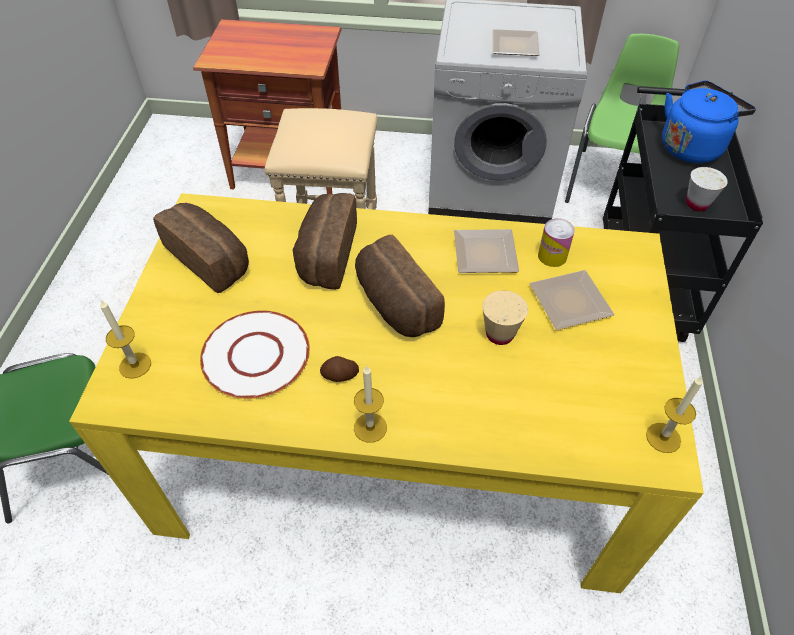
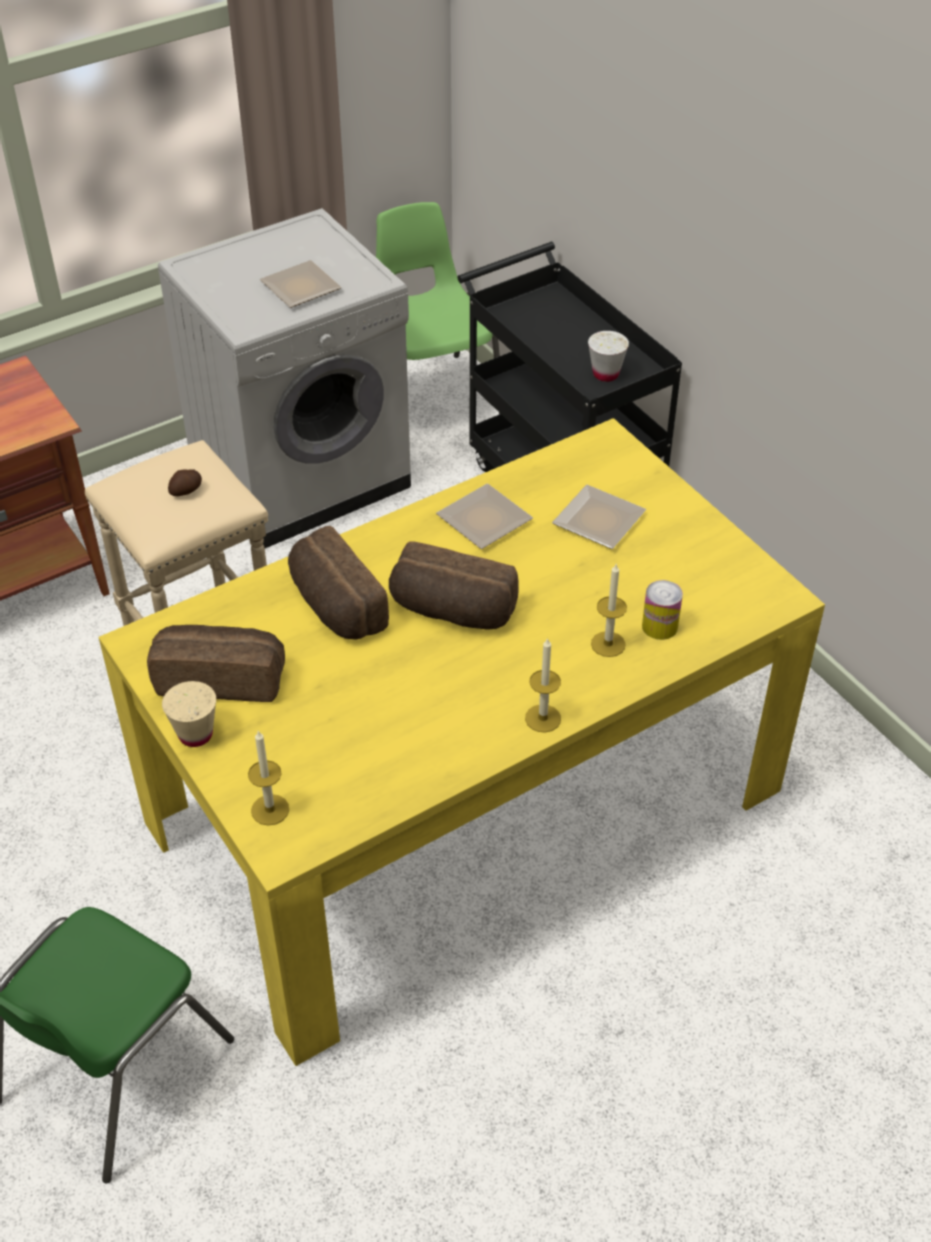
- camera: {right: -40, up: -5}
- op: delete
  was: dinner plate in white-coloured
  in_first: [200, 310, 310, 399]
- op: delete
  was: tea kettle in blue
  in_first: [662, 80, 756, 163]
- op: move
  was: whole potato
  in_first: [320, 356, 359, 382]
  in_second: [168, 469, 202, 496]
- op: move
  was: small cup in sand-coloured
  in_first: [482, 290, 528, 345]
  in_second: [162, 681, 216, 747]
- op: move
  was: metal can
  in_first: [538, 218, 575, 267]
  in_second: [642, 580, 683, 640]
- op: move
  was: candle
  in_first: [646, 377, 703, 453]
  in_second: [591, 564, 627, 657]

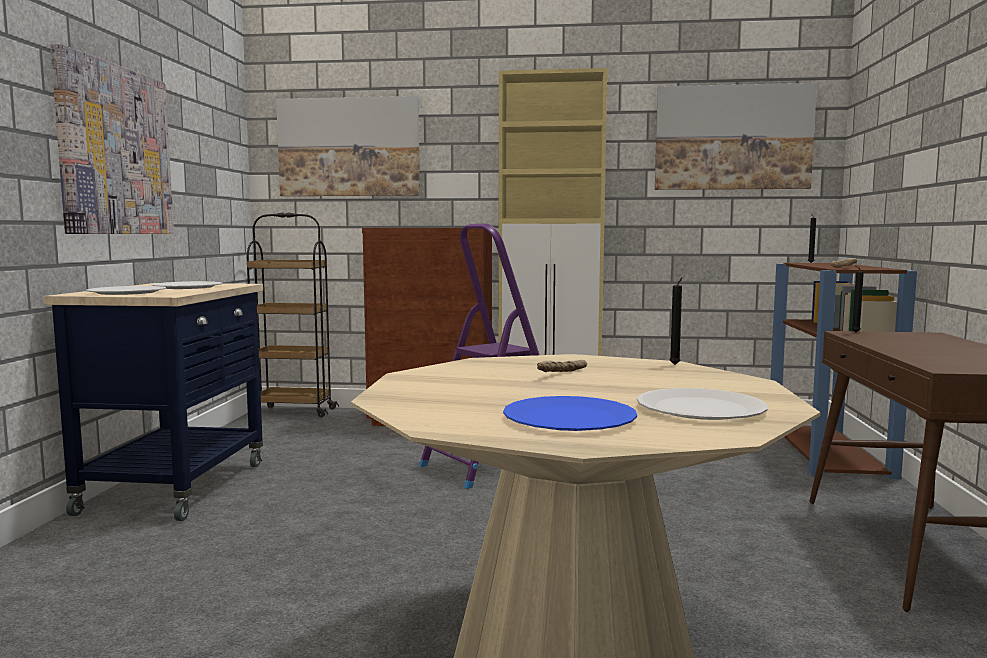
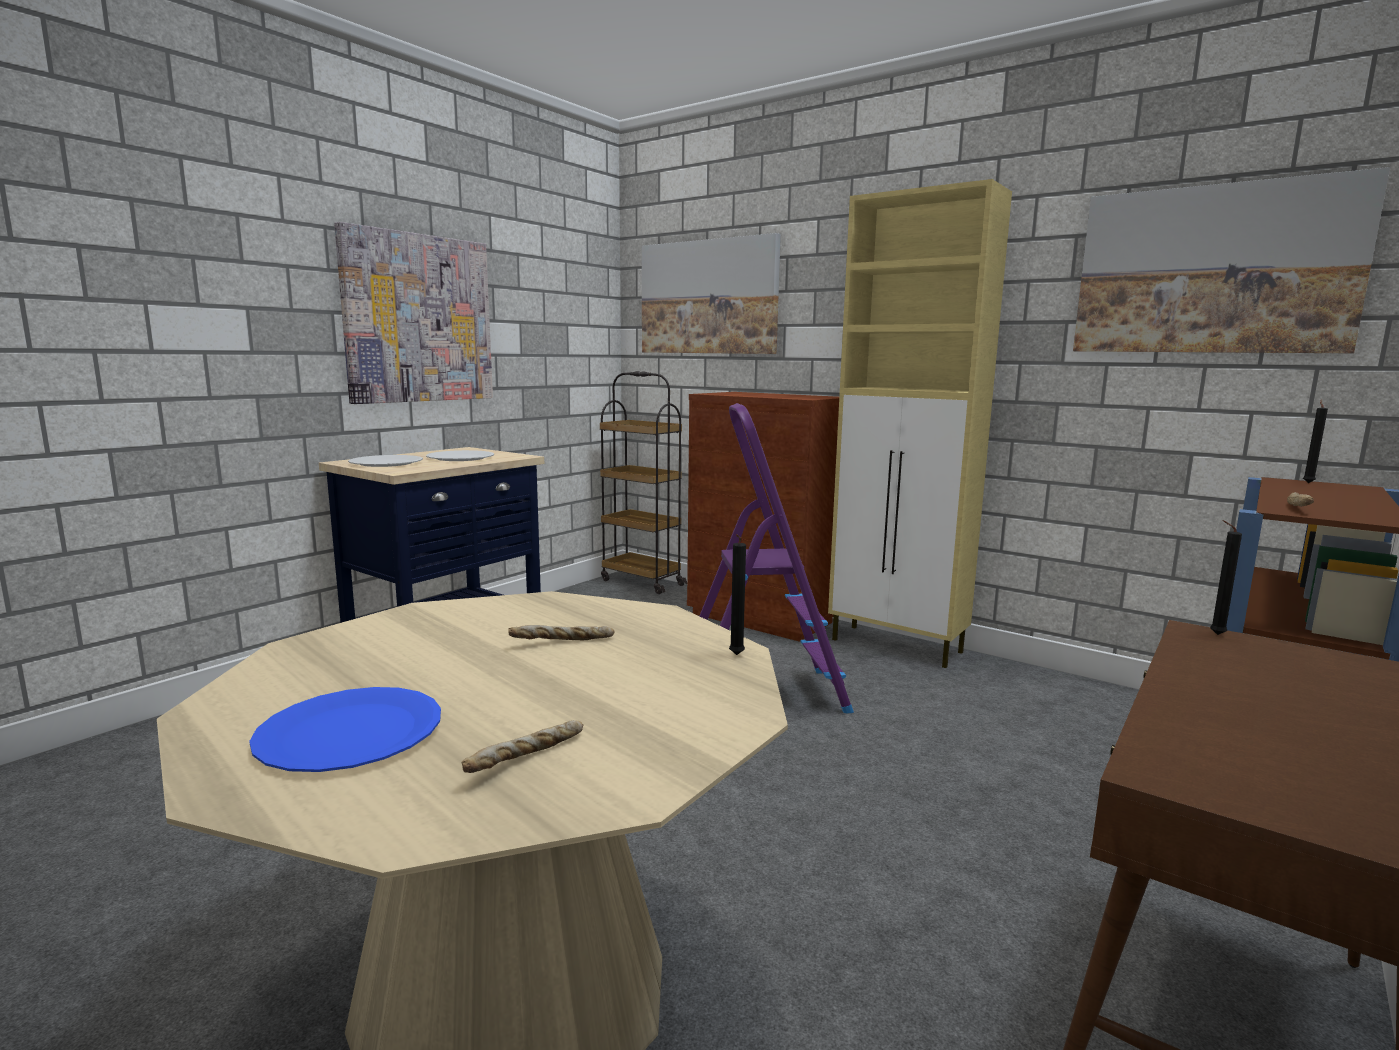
- camera: {right: 30, up: 5}
- op: replace
  was: dinner plate in white-coloured
  now: bakery bread
  in_first: [637, 388, 768, 420]
  in_second: [462, 720, 584, 773]

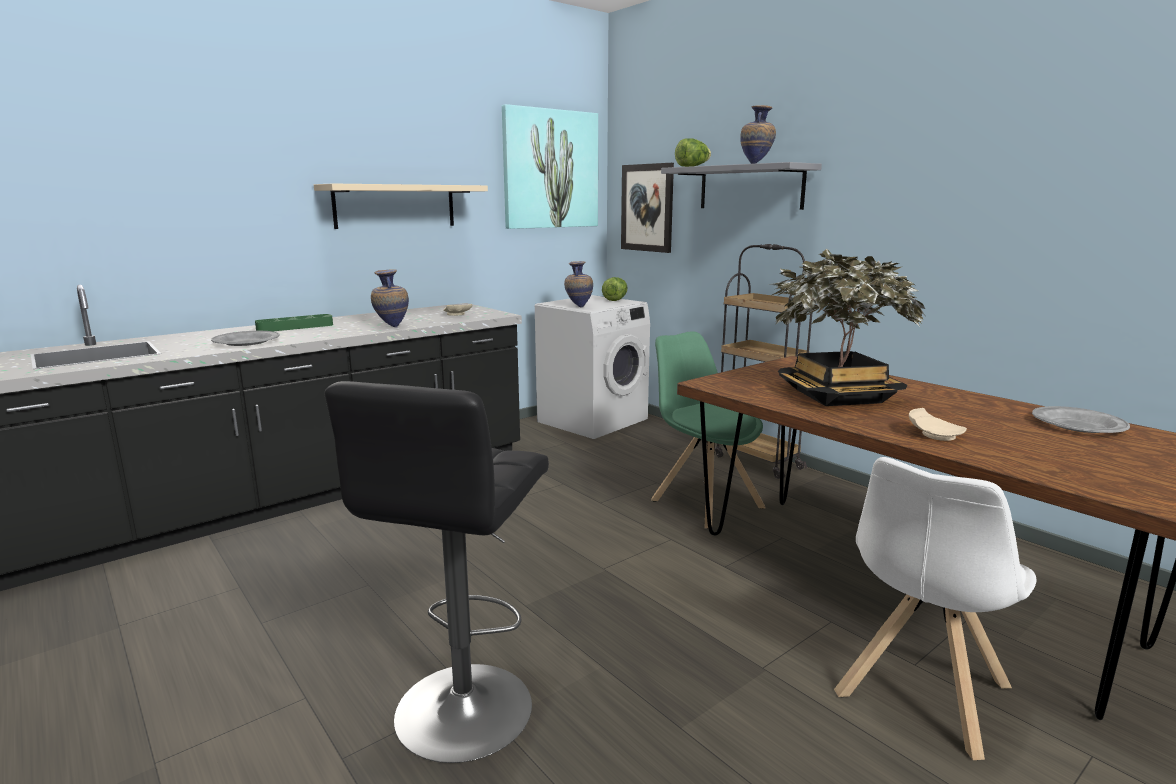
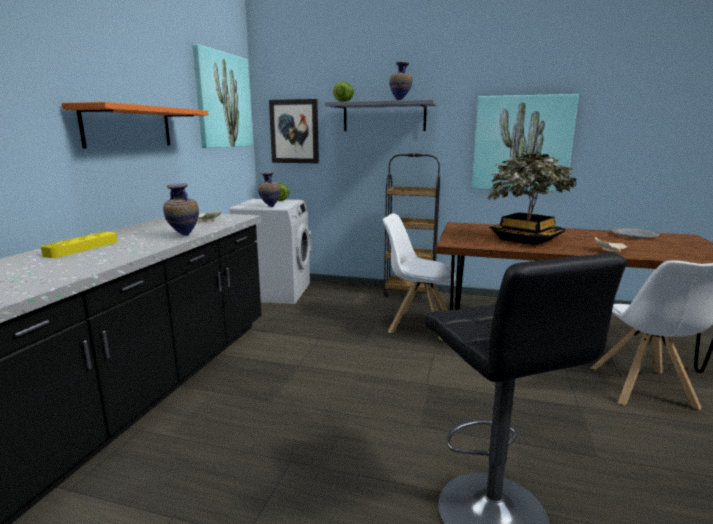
- camera: {right: -35, up: 0}
- op: delete
  was: dinner plate in greyish
  in_first: [211, 331, 280, 346]
- op: insert
  now: picture
  in_second: [472, 94, 579, 192]
- op: recolor
  was: serving tray in greenish
  now: serving tray in yellow-coloured
  in_first: [255, 314, 333, 331]
  in_second: [41, 232, 117, 258]
- op: recolor
  was: shelf in sand-coloured
  now: shelf in orange
  in_first: [314, 183, 488, 229]
  in_second: [62, 102, 208, 148]
- op: recolor
  was: plain chair in greenish
  now: plain chair in white-coloured
  in_first: [651, 331, 766, 529]
  in_second: [383, 213, 456, 341]

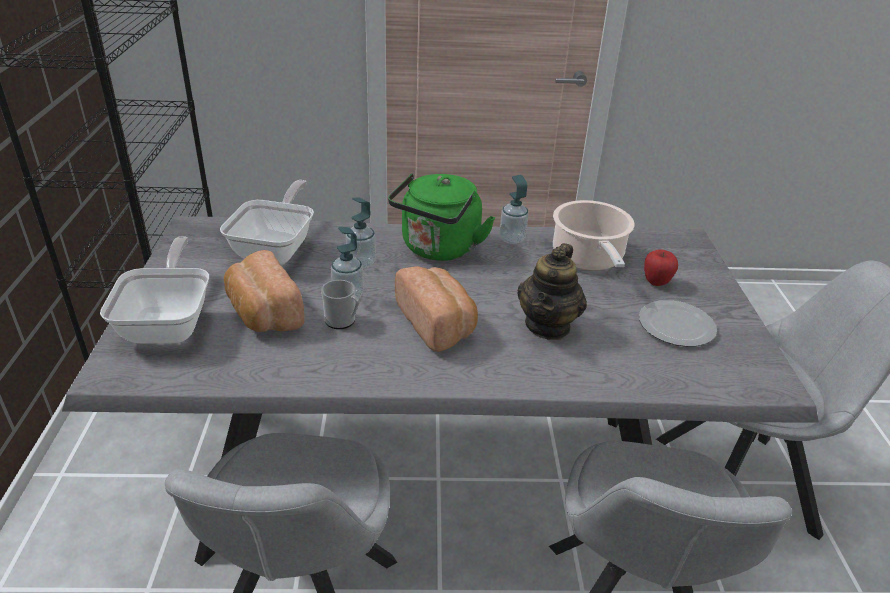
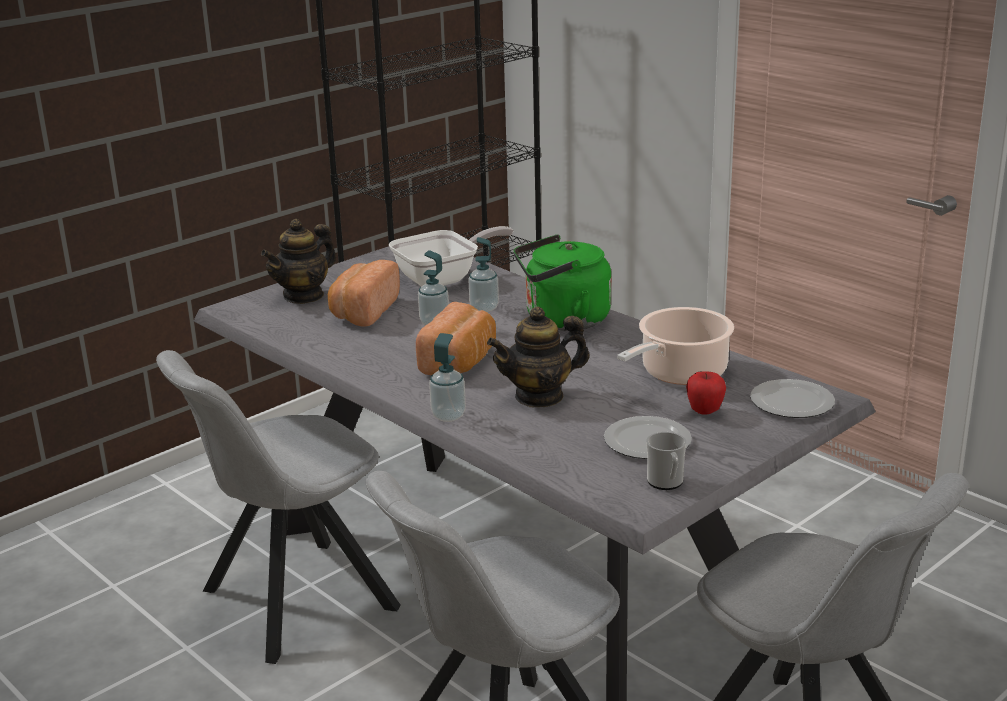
- camera: {right: 50, up: -10}
- op: insert
  now: dinner plate
  in_second: [750, 379, 835, 418]
- op: move
  was: mug
  in_first: [321, 280, 360, 329]
  in_second: [646, 432, 686, 490]
- op: move
  was: soap dispenser
  in_first: [500, 175, 529, 244]
  in_second: [429, 333, 466, 422]
- op: replace
  was: frying pan
  now: pot for tea
  in_first: [100, 236, 209, 344]
  in_second: [261, 219, 336, 304]

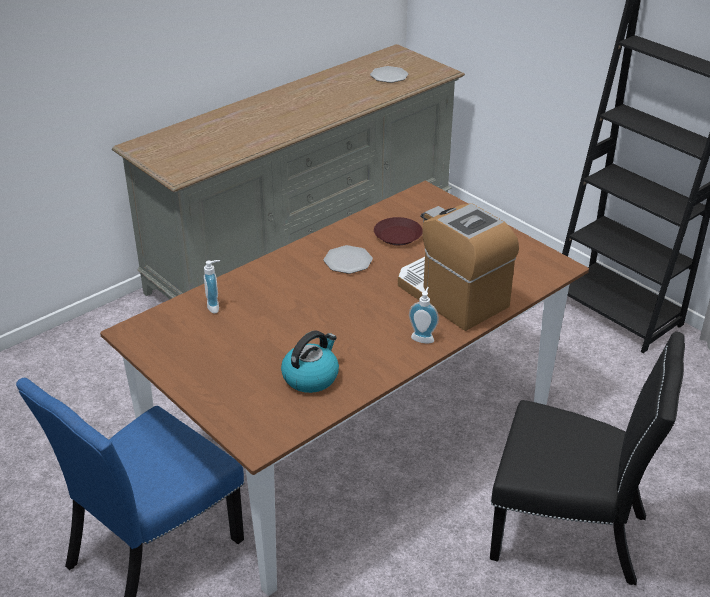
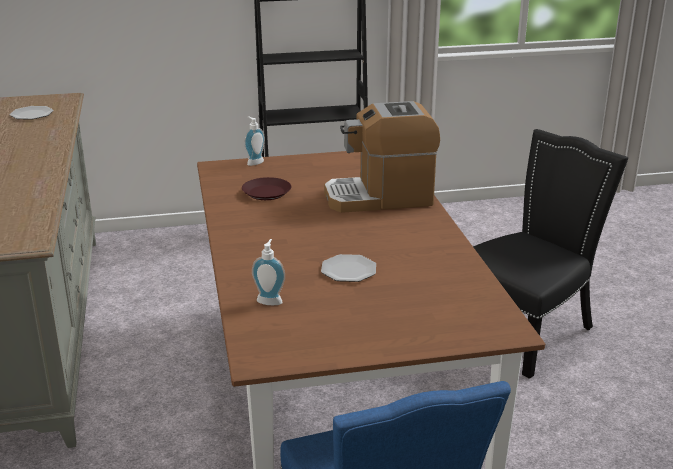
- camera: {right: -60, up: -10}
- op: delete
  was: tea kettle
  in_first: [281, 330, 339, 393]
- op: move
  was: dinner plate
  in_first: [323, 245, 373, 274]
  in_second: [321, 254, 376, 282]
- op: move
  was: soap dispenser
  in_first: [409, 287, 439, 343]
  in_second: [244, 116, 265, 166]

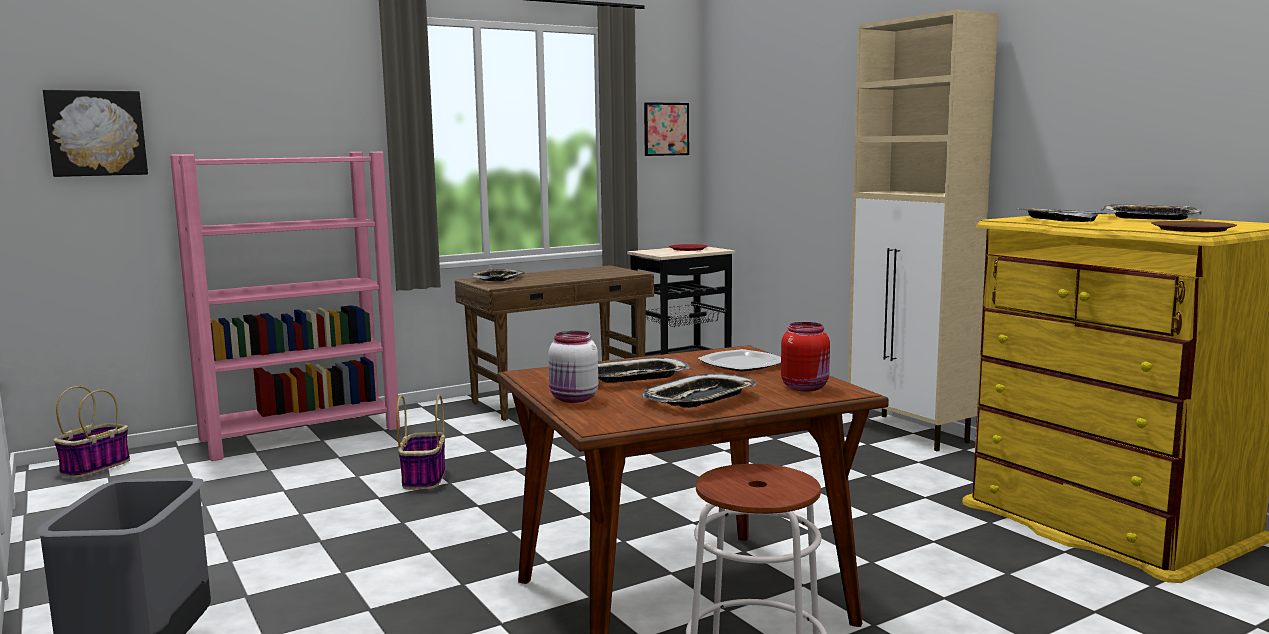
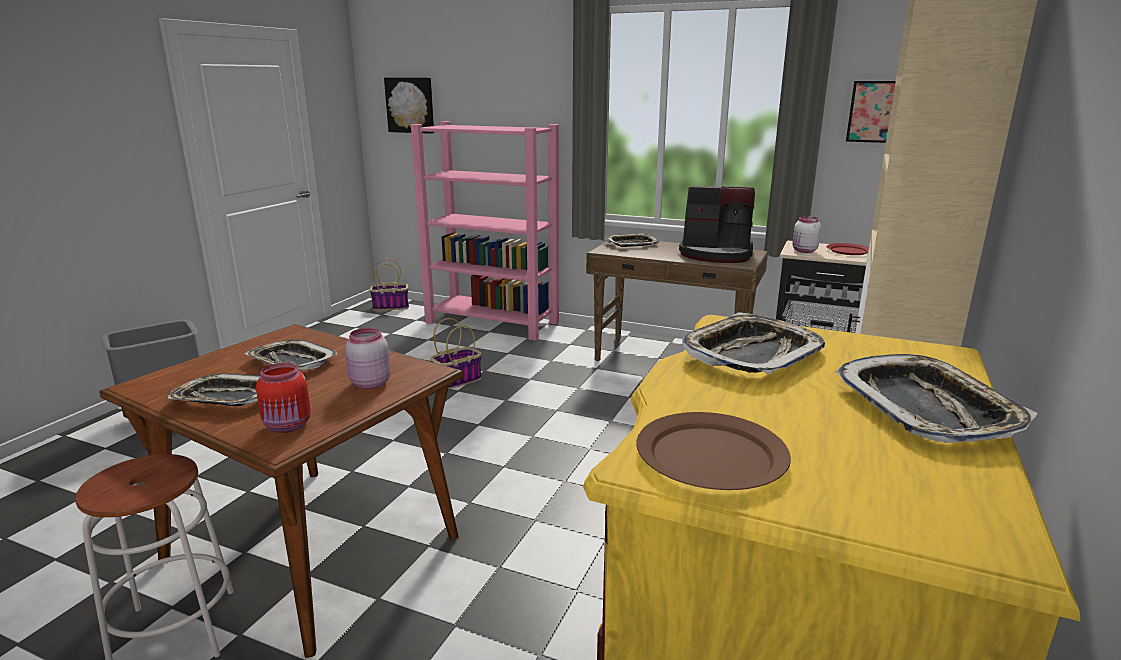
- camera: {right: 55, up: 10}
- op: insert
  now: coffee brewer
  in_second: [679, 186, 755, 263]
- op: move
  was: preserve jar in white-coloured
  in_first: [548, 331, 598, 403]
  in_second: [793, 216, 821, 253]
- op: replace
  was: dinner plate
  now: preserve jar in pinkish
  in_first: [697, 349, 781, 372]
  in_second: [345, 328, 390, 389]

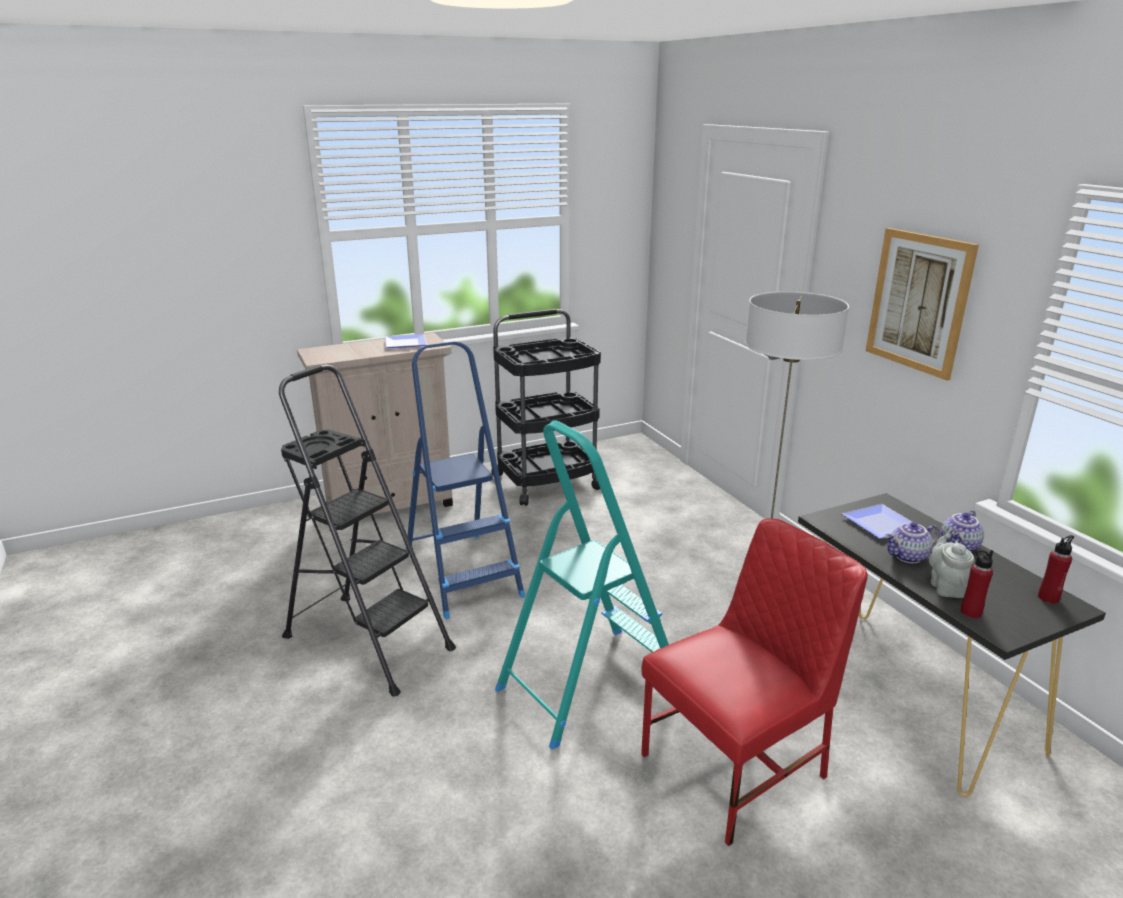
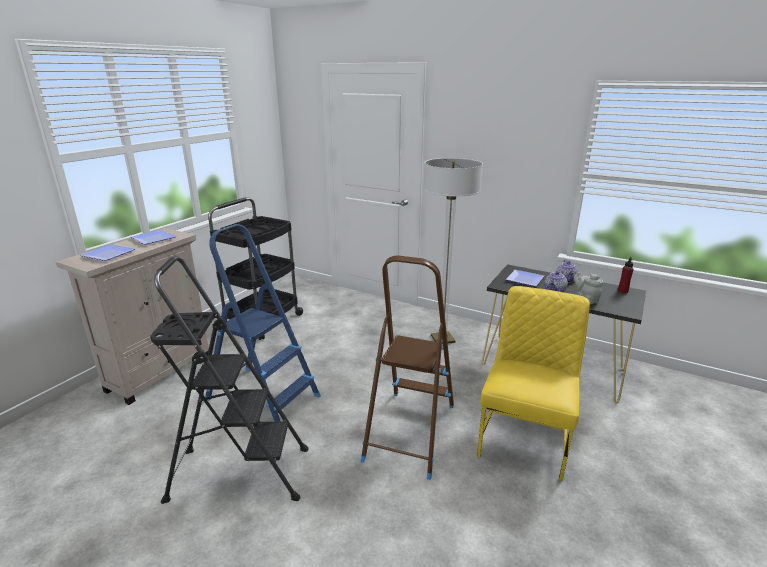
- camera: {right: -35, up: 0}
- op: delete
  was: picture
  in_first: [866, 228, 979, 380]
- op: delete
  was: drink bottle in red
  in_first: [961, 550, 993, 618]
- op: insert
  now: dinner plate
  in_second: [80, 244, 135, 261]
- op: recolor
  was: stepladder in blue-green
  now: stepladder in brownish
  in_first: [495, 420, 669, 749]
  in_second: [361, 256, 454, 480]
- op: recolor
  was: plain chair in red
  now: plain chair in yellow-coloured
  in_first: [641, 518, 868, 846]
  in_second: [477, 286, 590, 481]

